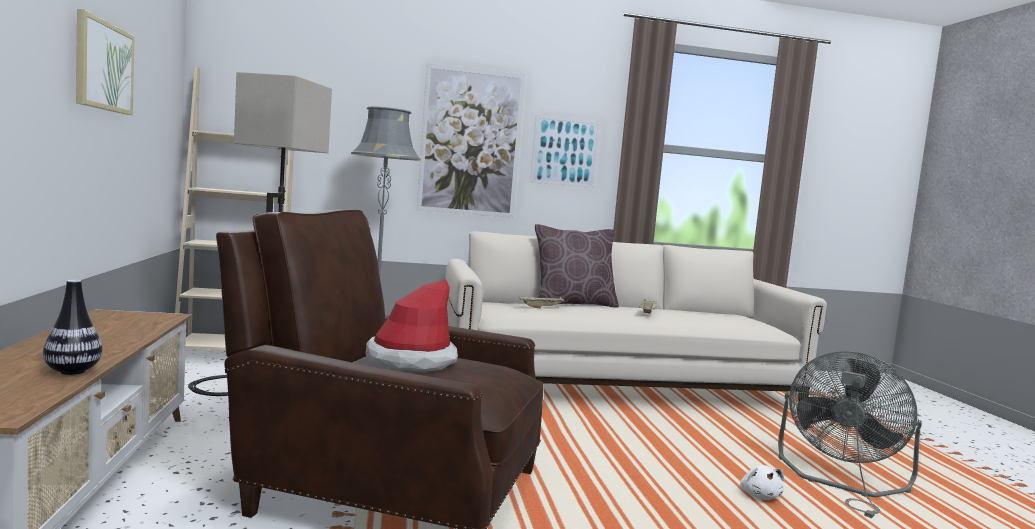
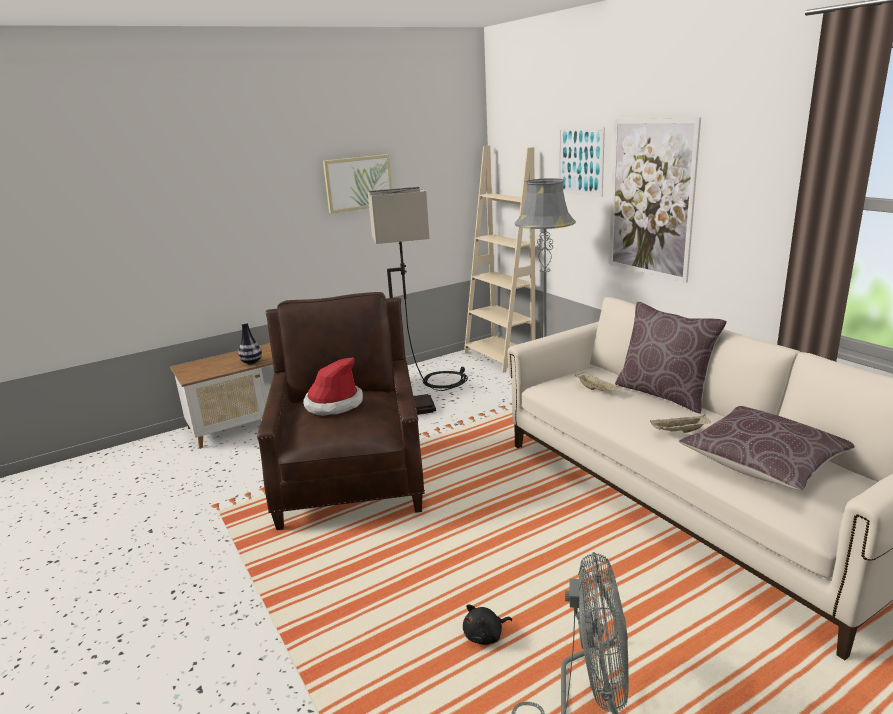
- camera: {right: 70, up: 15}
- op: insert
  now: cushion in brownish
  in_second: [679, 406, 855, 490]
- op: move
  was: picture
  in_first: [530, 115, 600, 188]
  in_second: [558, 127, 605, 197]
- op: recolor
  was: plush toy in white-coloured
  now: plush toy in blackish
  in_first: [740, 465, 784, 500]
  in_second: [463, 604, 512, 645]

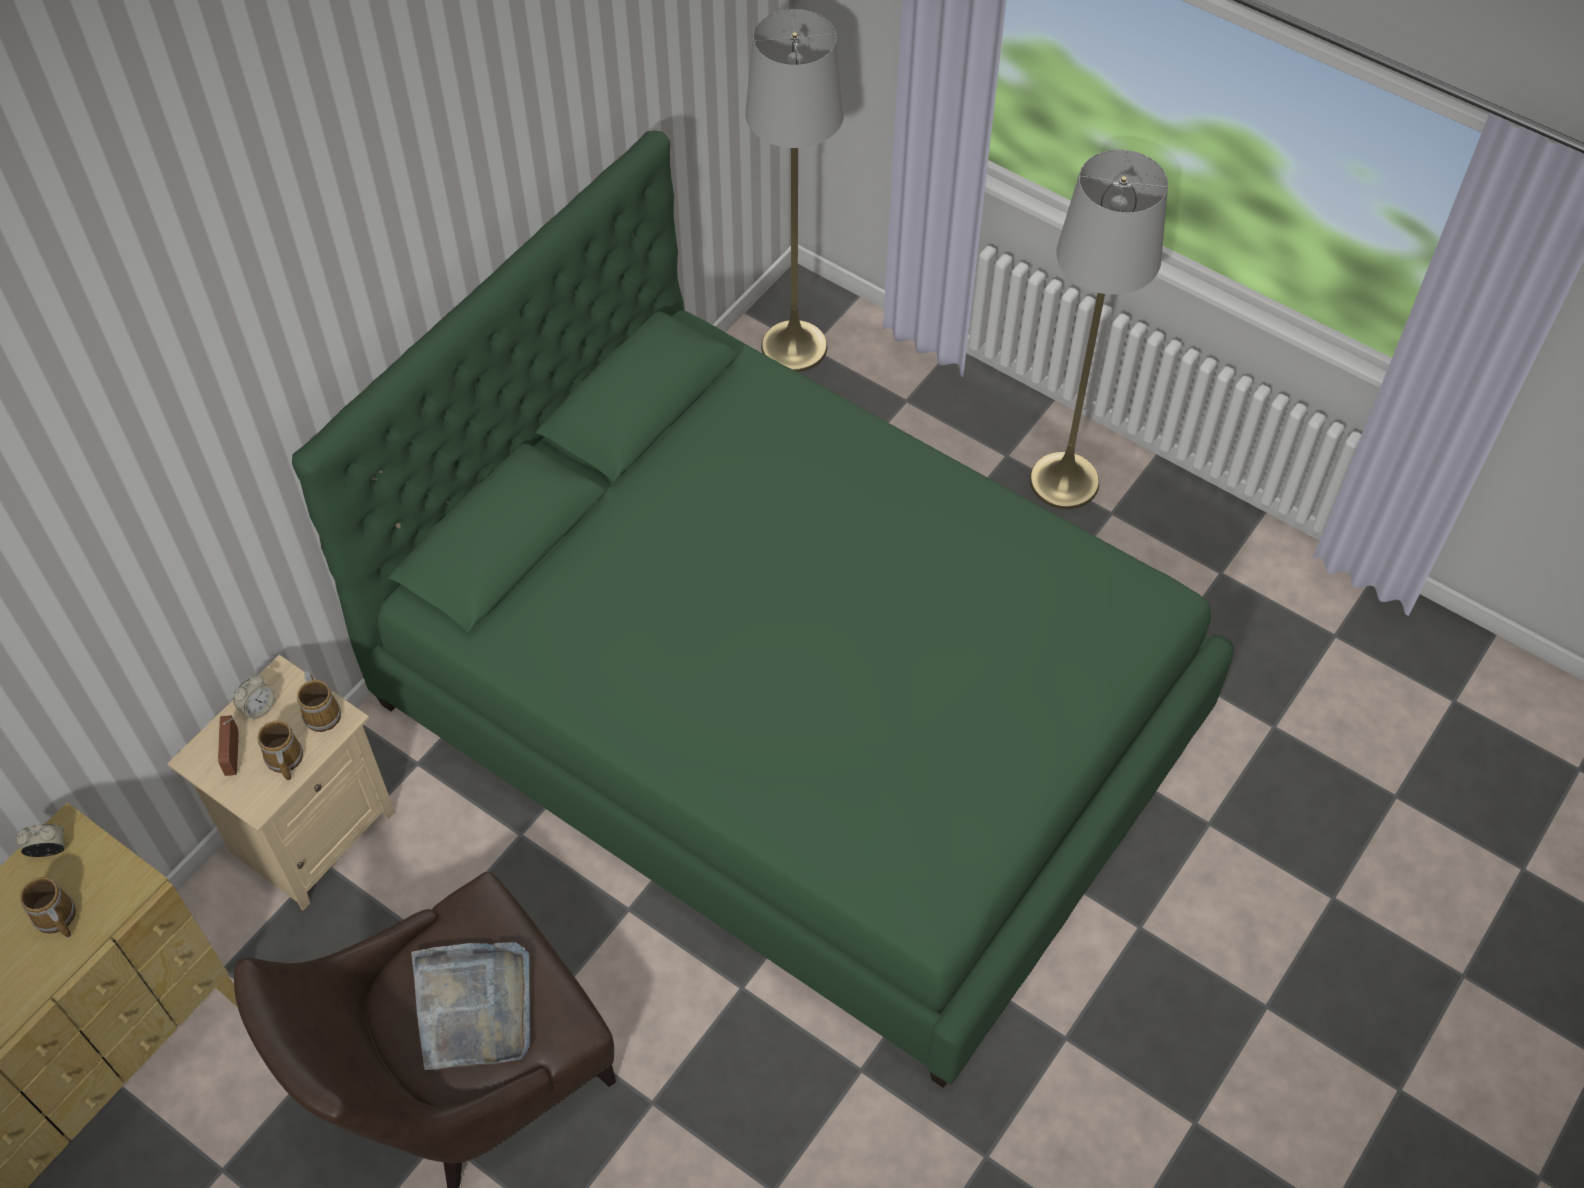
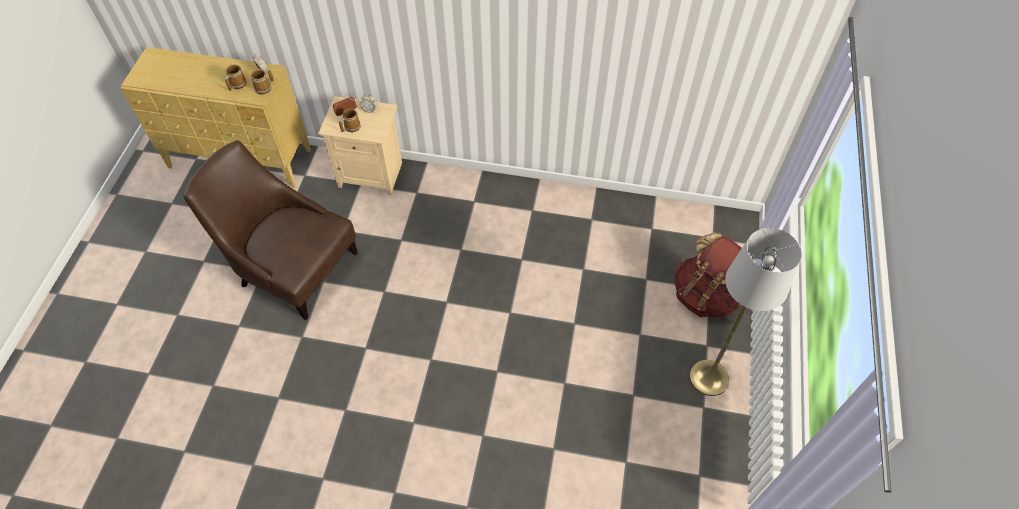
- camera: {right: 65, up: 0}
- op: delete
  was: sleeping bed in greenish
  in_first: [292, 130, 1234, 1088]
- op: delete
  was: serving tray in greyish
  in_first: [412, 942, 530, 1070]
- op: delete
  was: floor lamp in greyish
  in_first: [745, 9, 844, 372]
- op: insert
  now: knapsack in brownish
  in_second: [674, 232, 755, 318]
- op: move
  was: mug
  in_first: [297, 671, 341, 732]
  in_second: [251, 68, 274, 95]

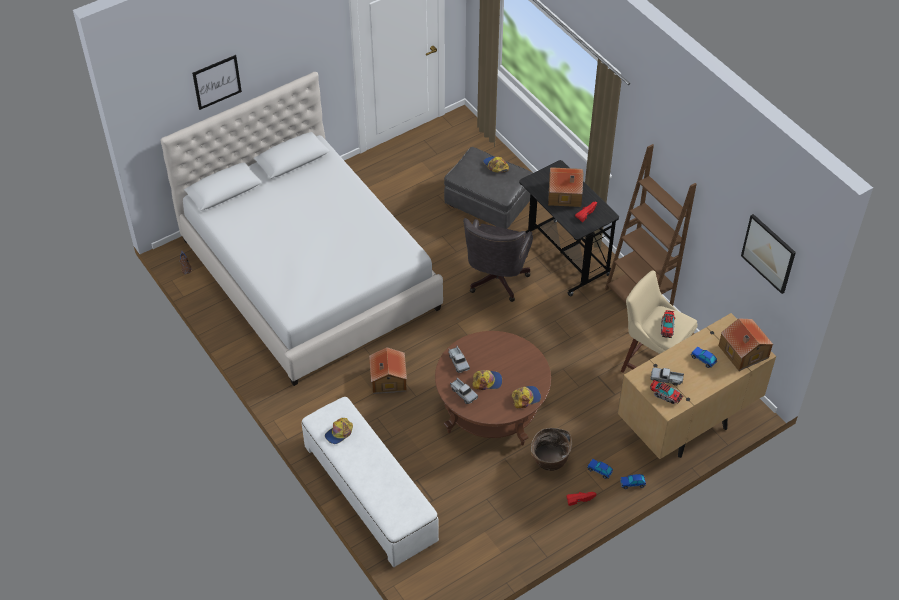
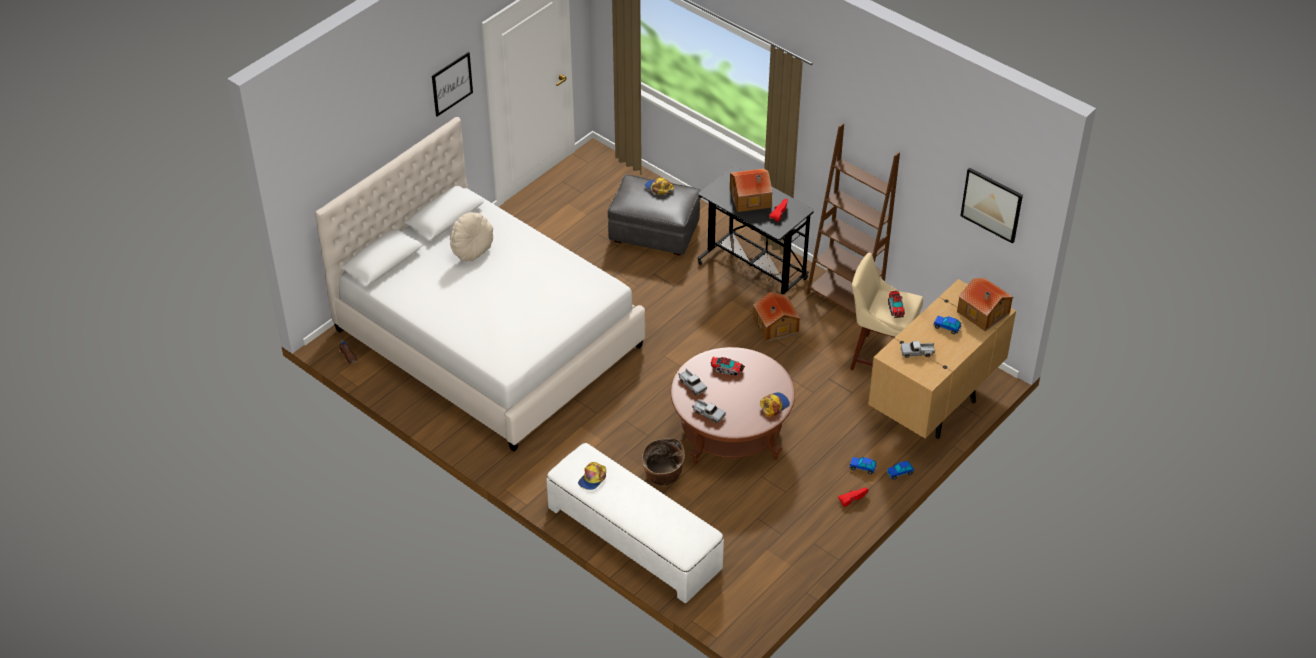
- camera: {right: -15, up: -5}
- op: delete
  was: computer chair in greyish
  in_first: [463, 218, 533, 302]
- op: delete
  was: baseball cap
  in_first: [472, 370, 502, 390]
- op: insert
  now: cushion in sand-coloured
  in_second: [450, 212, 493, 262]
- op: move
  was: picture
  in_first: [192, 55, 242, 110]
  in_second: [432, 52, 473, 117]
- op: move
  was: toy house
  in_first: [369, 347, 407, 394]
  in_second: [753, 292, 801, 342]
- op: move
  was: storage basket
  in_first: [531, 428, 572, 471]
  in_second: [642, 439, 685, 485]
- op: move
  was: toy truck
  in_first: [650, 380, 683, 404]
  in_second: [711, 357, 745, 376]

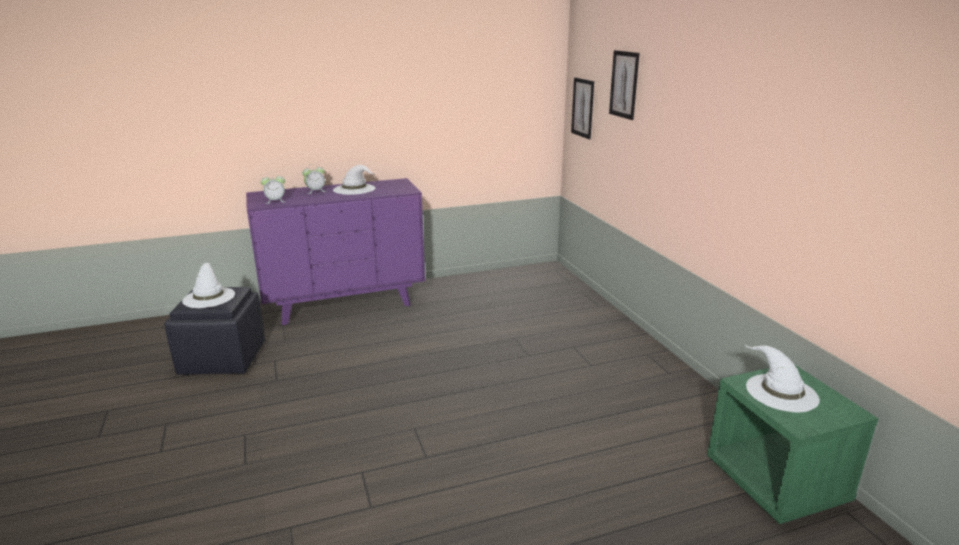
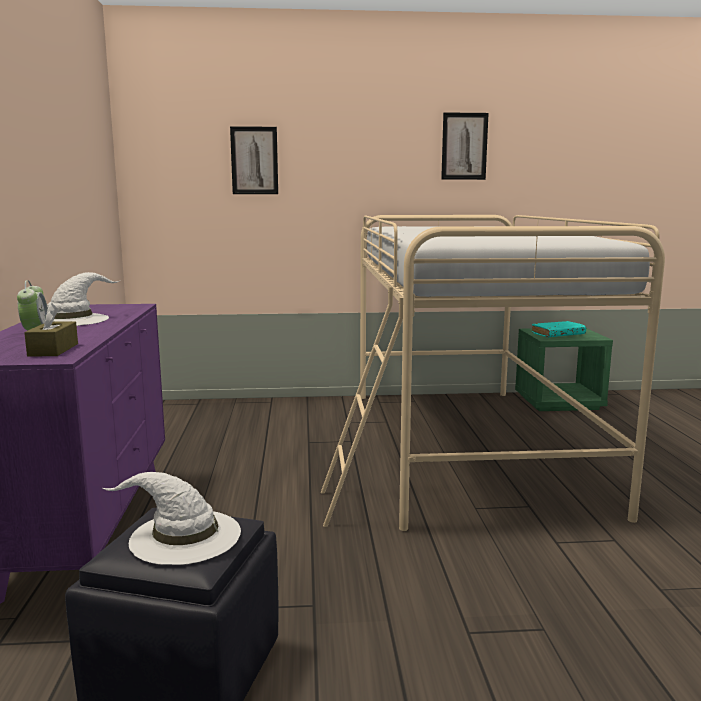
- camera: {right: -75, up: -10}
- op: insert
  now: sleeping bed in sand-coloured
  in_second: [321, 215, 665, 531]
- op: move
  was: picture
  in_first: [571, 77, 594, 139]
  in_second: [441, 112, 489, 180]
- op: replace
  was: table clock
  now: tissue holder in brownish
  in_first: [260, 176, 285, 204]
  in_second: [24, 303, 78, 356]
- op: replace
  was: wearable hat in white-coloured
  now: book in blue-green
  in_first: [744, 344, 820, 412]
  in_second: [532, 321, 587, 338]

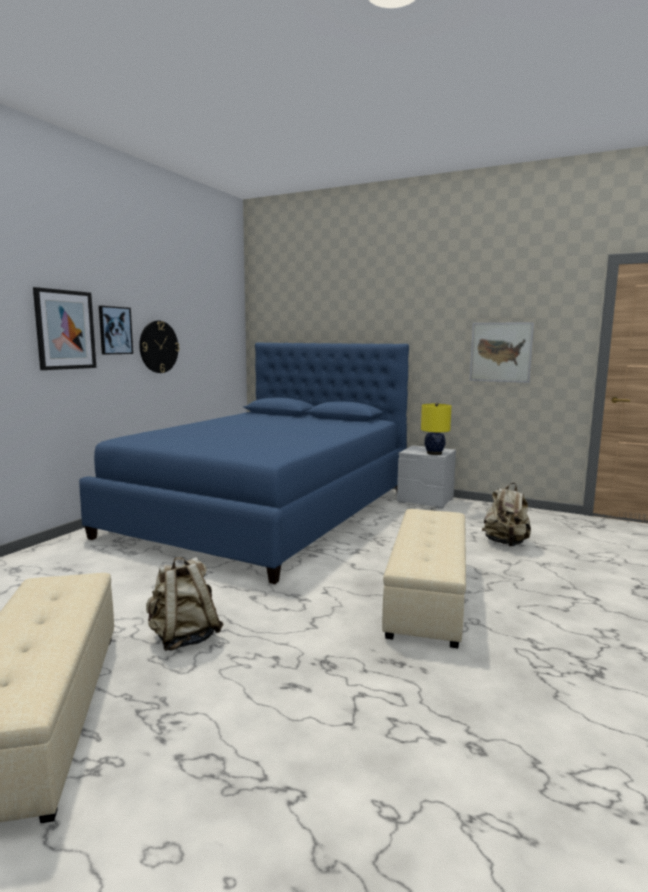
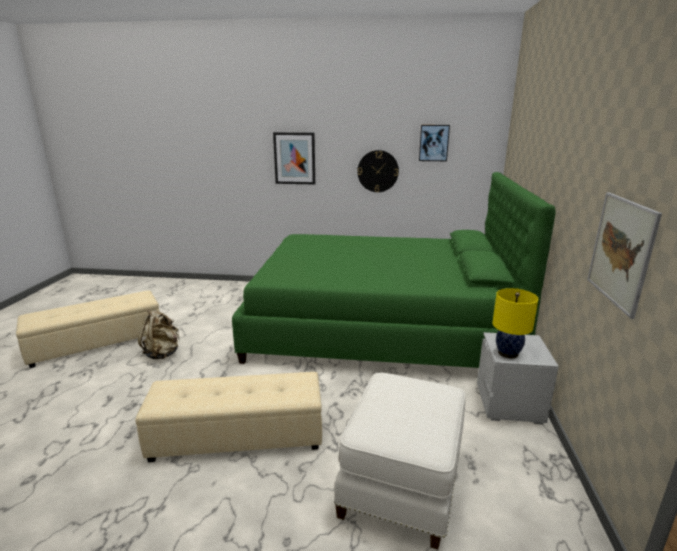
- camera: {right: 70, up: 10}
- op: move
  was: picture
  in_first: [99, 306, 133, 354]
  in_second: [419, 125, 450, 161]
- op: replace
  was: knapsack in sand-coloured
  now: pouffe in white-coloured
  in_first: [482, 483, 531, 546]
  in_second: [334, 372, 465, 550]
- op: recolor
  was: sleeping bed in blue
  now: sleeping bed in greenish
  in_first: [79, 342, 409, 584]
  in_second: [232, 172, 556, 368]

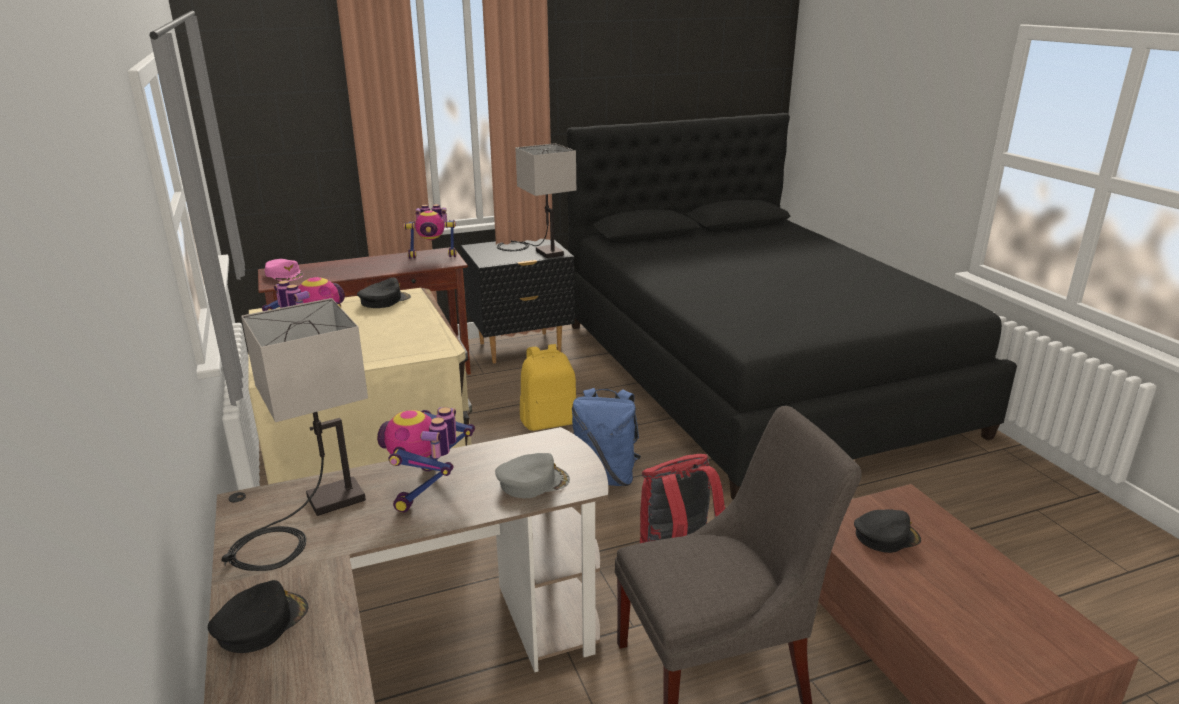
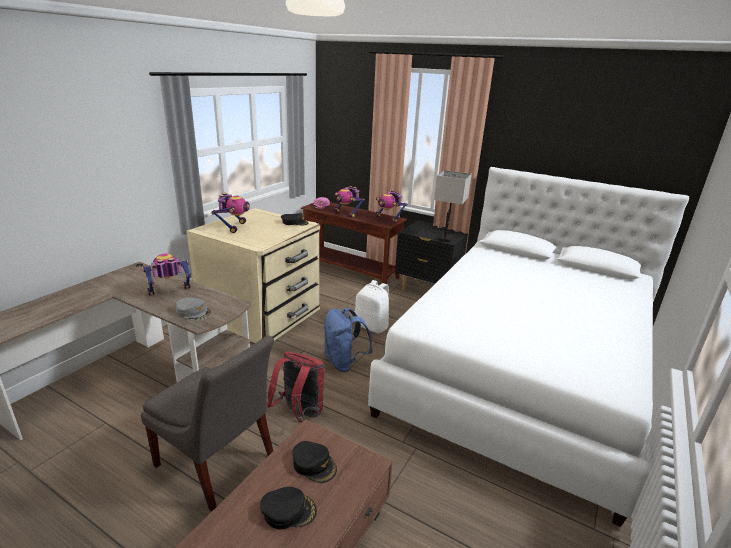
- camera: {right: 50, up: 0}
- op: delete
  was: tabletop lamp
  in_first: [221, 298, 368, 571]
- op: insert
  now: toy robot
  in_second: [334, 186, 365, 218]
- op: move
  was: baseball cap in blackish
  in_first: [208, 580, 308, 653]
  in_second: [260, 487, 317, 530]
- op: recolor
  was: knapsack in yellow-coloured
  now: knapsack in white-coloured
  in_first: [520, 344, 576, 431]
  in_second: [355, 280, 389, 333]
- op: recolor
  was: sleeping bed in blackish
  now: sleeping bed in white-coloured
  in_first: [567, 113, 1017, 500]
  in_second: [368, 167, 689, 527]

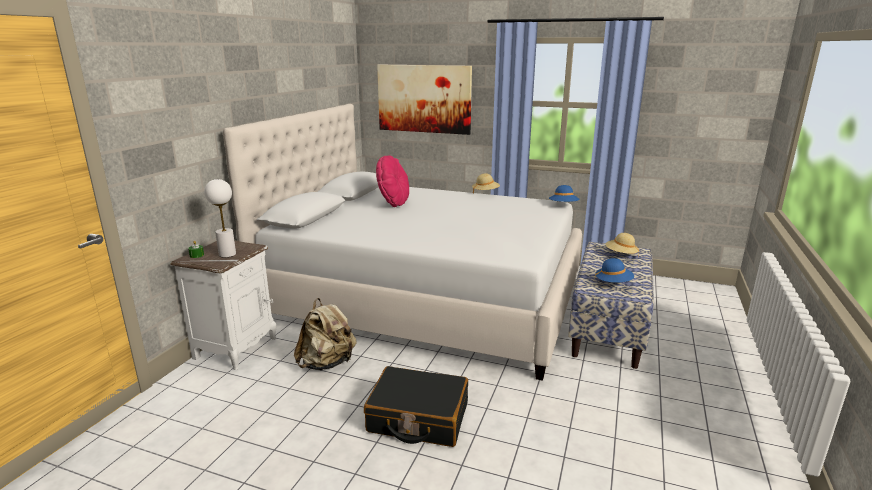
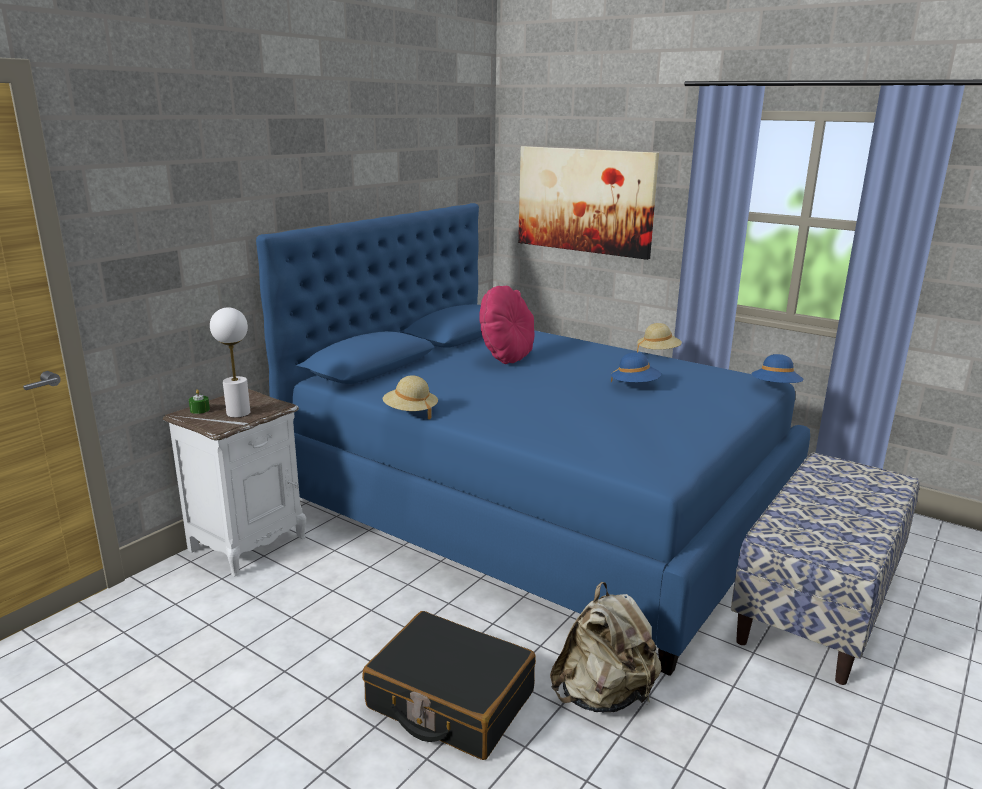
- camera: {right: 15, up: 0}
- op: move
  was: knapsack in sand-coloured
  in_first: [294, 298, 357, 370]
  in_second: [550, 582, 661, 713]
- op: move
  was: wearable hat in blue
  in_first: [594, 258, 634, 283]
  in_second: [611, 352, 661, 382]
- op: move
  was: wearable hat in sand-coloured
  in_first: [606, 233, 639, 257]
  in_second: [383, 375, 438, 419]
- op: recolor
  was: sleeping bed in white-coloured
  now: sleeping bed in blue
  in_first: [223, 104, 582, 381]
  in_second: [256, 203, 810, 676]

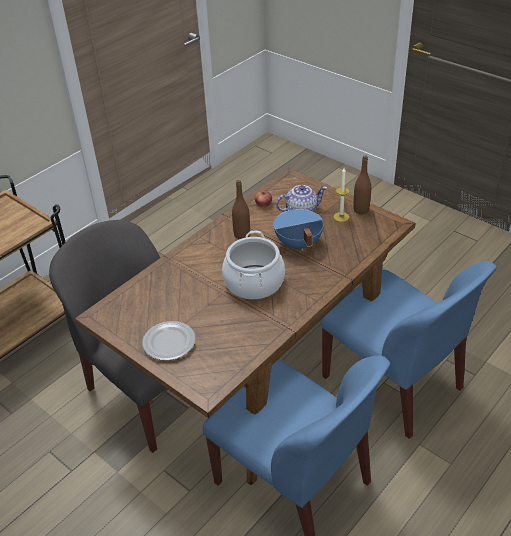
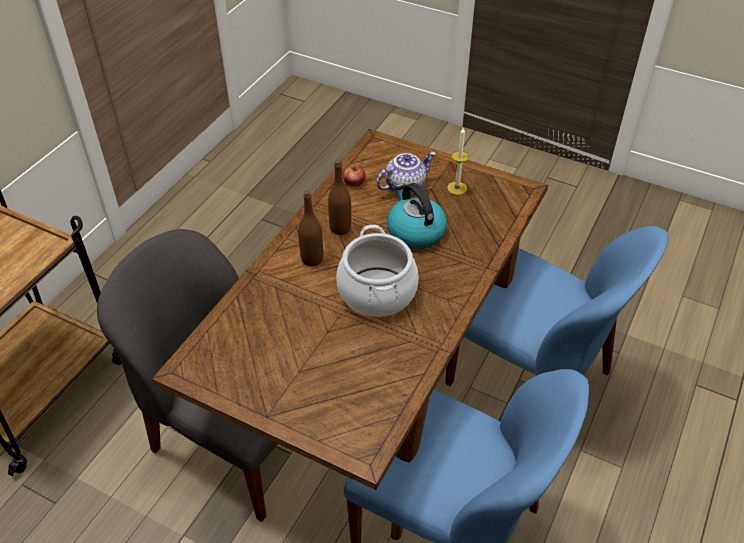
- camera: {right: -15, up: 5}
- op: delete
  was: dinner plate
  in_first: [142, 321, 196, 361]
- op: move
  was: drink bottle in brownish
  in_first: [353, 156, 371, 214]
  in_second: [298, 191, 323, 266]
- op: replace
  was: saucepot in blue
  now: tea kettle
  in_first: [273, 206, 324, 251]
  in_second: [387, 183, 447, 249]

